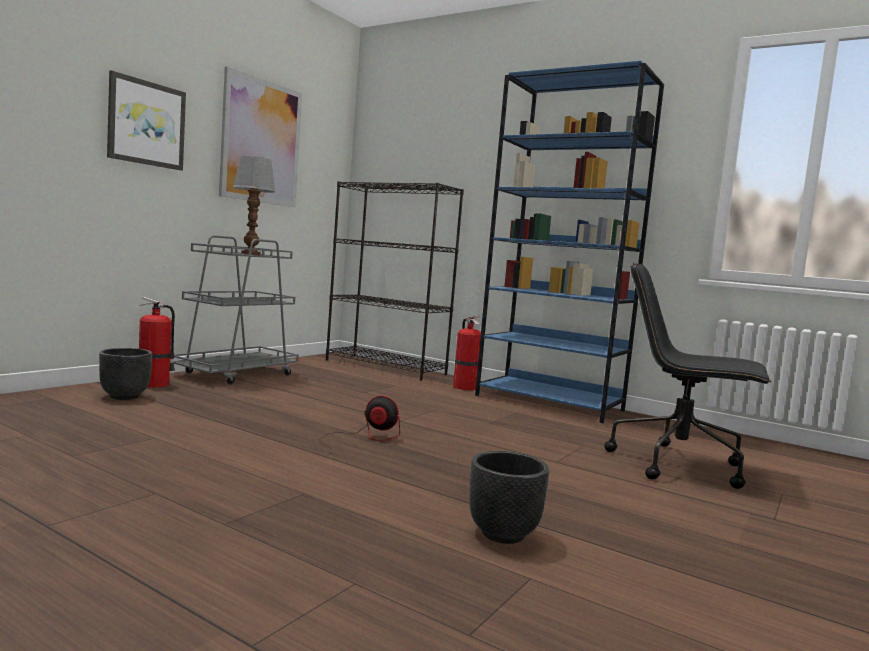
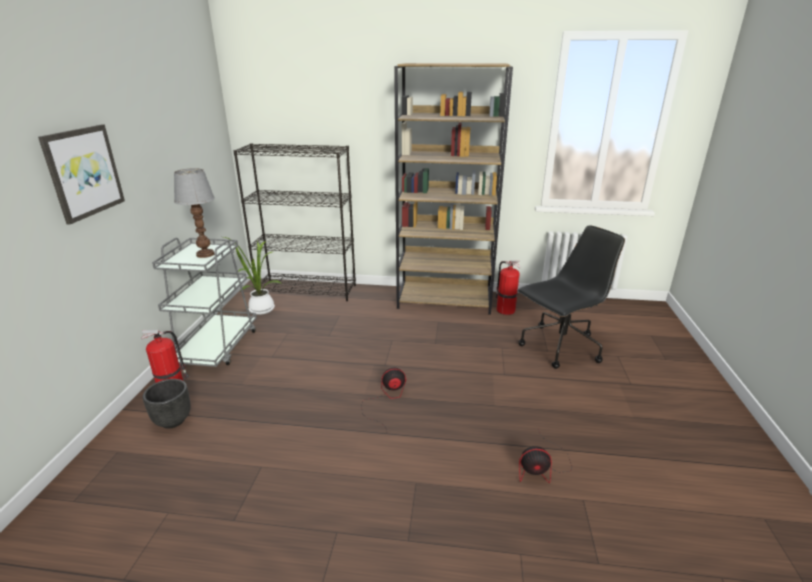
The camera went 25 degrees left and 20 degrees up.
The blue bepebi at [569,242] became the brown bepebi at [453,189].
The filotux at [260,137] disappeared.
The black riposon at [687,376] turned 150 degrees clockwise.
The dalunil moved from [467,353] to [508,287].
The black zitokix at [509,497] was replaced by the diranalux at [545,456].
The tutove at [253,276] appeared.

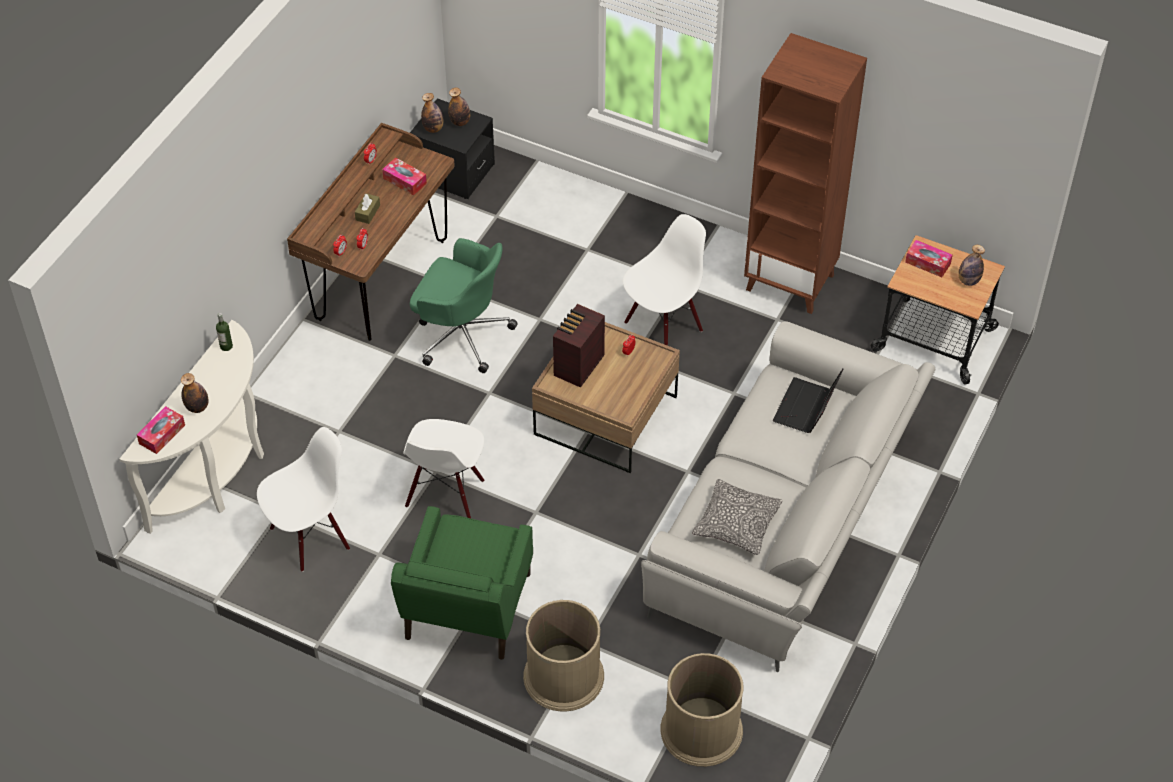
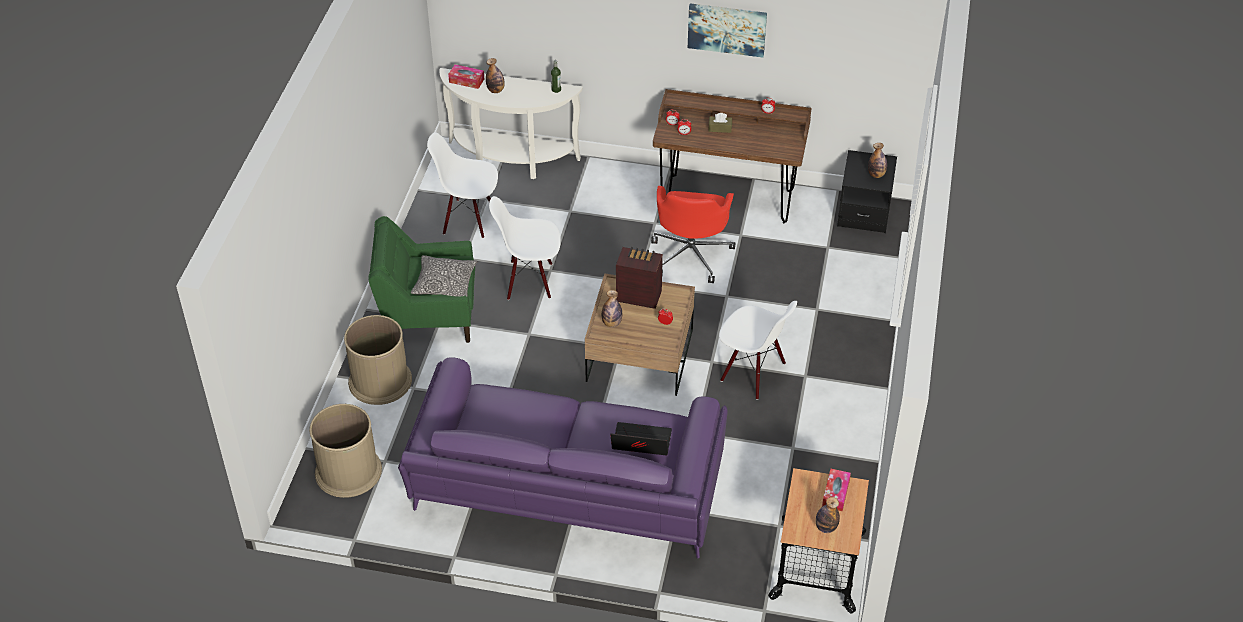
The camera went 75 degrees right and 5 degrees down.
The brown bepebi at [805,173] disappeared.
The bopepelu moved from [432,113] to [612,308].
The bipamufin at [404,176] disappeared.
The green riposon at [464,305] became the red riposon at [693,234].
The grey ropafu at [788,496] became the purple ropafu at [563,457].
The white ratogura at [303,499] turned 150 degrees clockwise.
The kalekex moved from [737,517] to [444,276].
The filotux at [727,30] appeared.

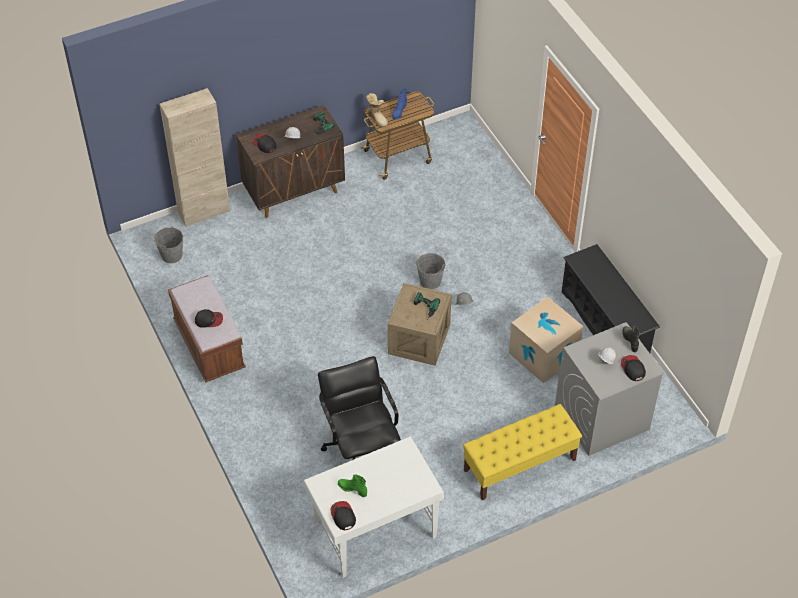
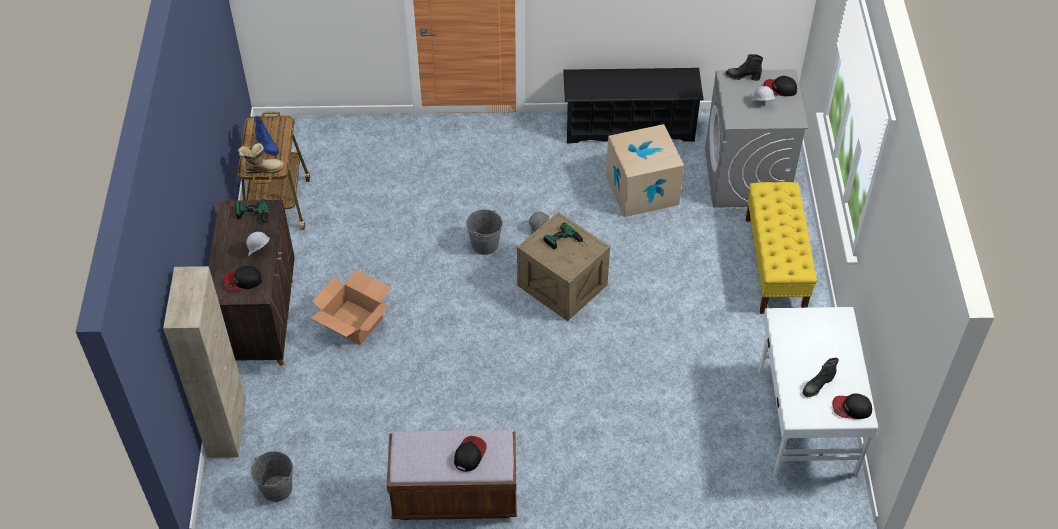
The camera went 65 degrees left and 0 degrees up.
The black riposon at [359,408] disappeared.
The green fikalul at [352,486] became the black fikalul at [821,377].
The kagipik at [350,307] appeared.

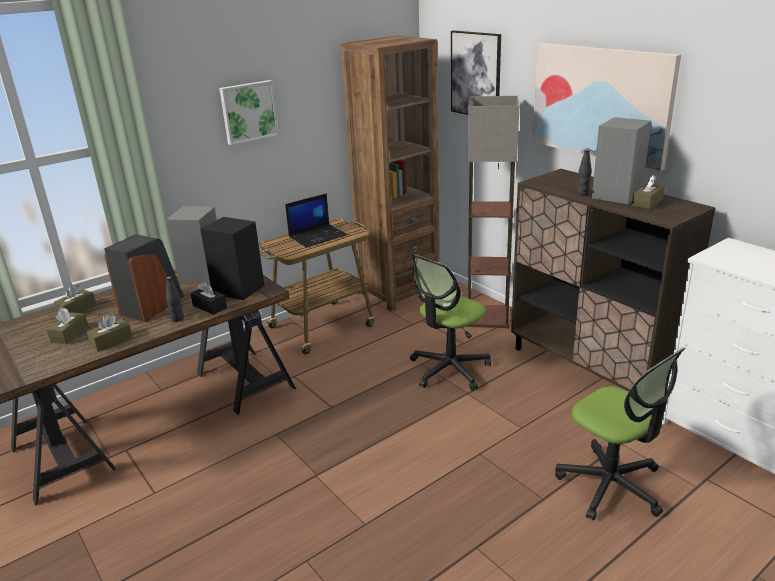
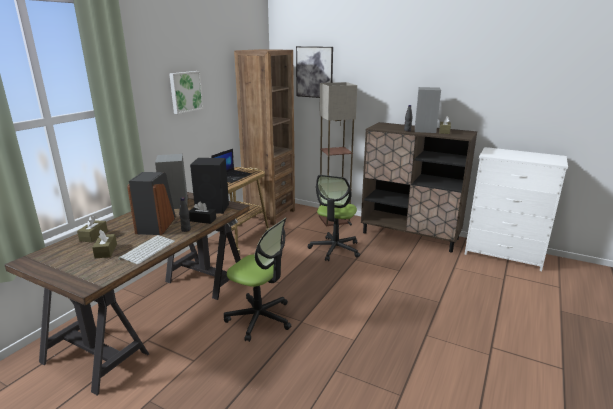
The camera went 25 degrees left and 5 degrees down.
The filotux at [606,107] disappeared.
The brown bipamufin at [110,333] was replaced by the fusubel at [146,250].
The riposon moved from [620,433] to [257,280].

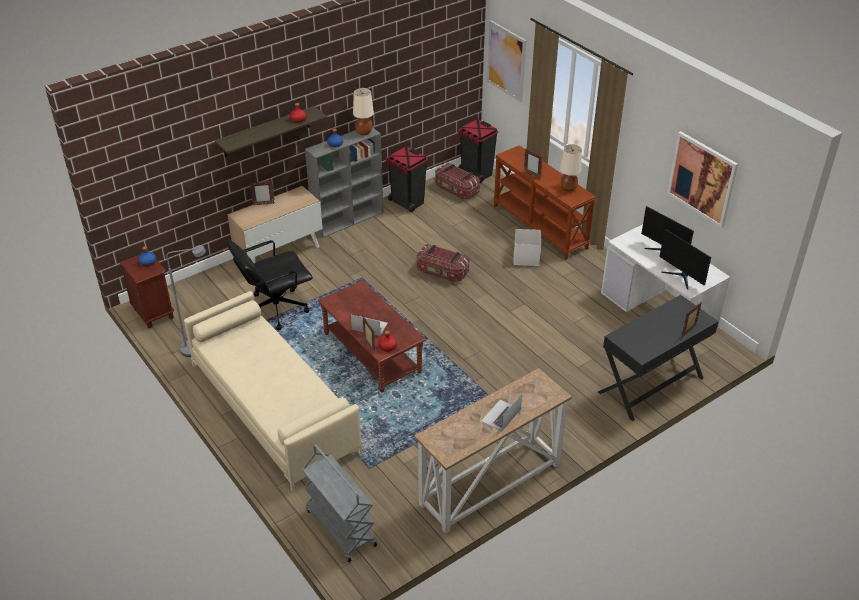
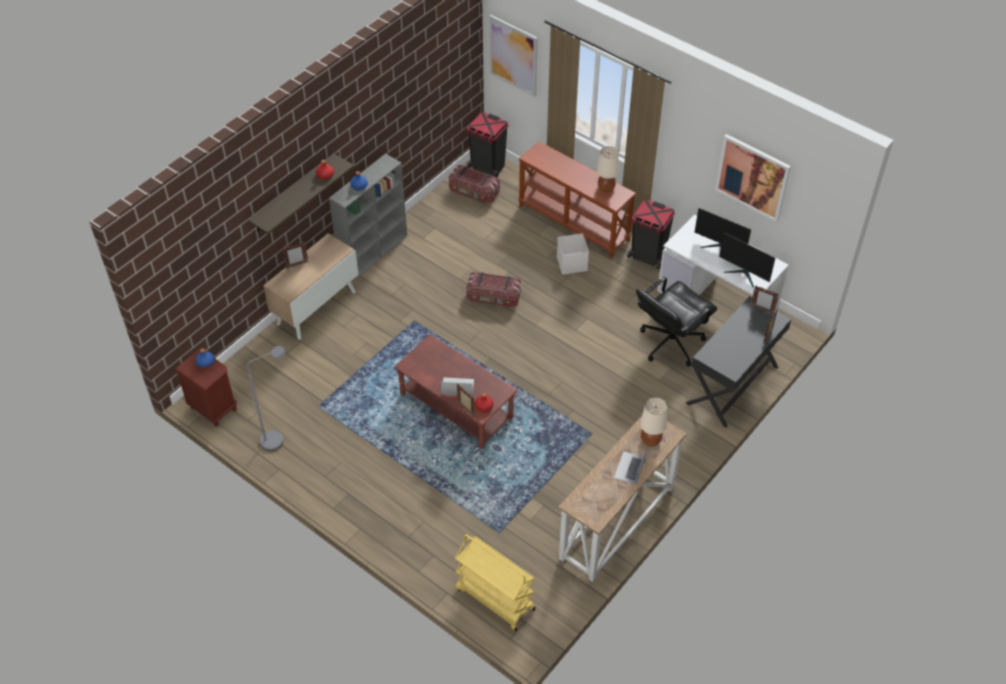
The camera went 15 degrees left and 10 degrees up.
The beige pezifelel moved from [363,111] to [653,421].
The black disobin moved from [407,179] to [651,234].
The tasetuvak moved from [533,164] to [765,300].
The black riposon moved from [269,284] to [676,322].
The beige ropafu at [273,391] disappeared.
The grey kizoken at [339,503] became the yellow kizoken at [495,582].

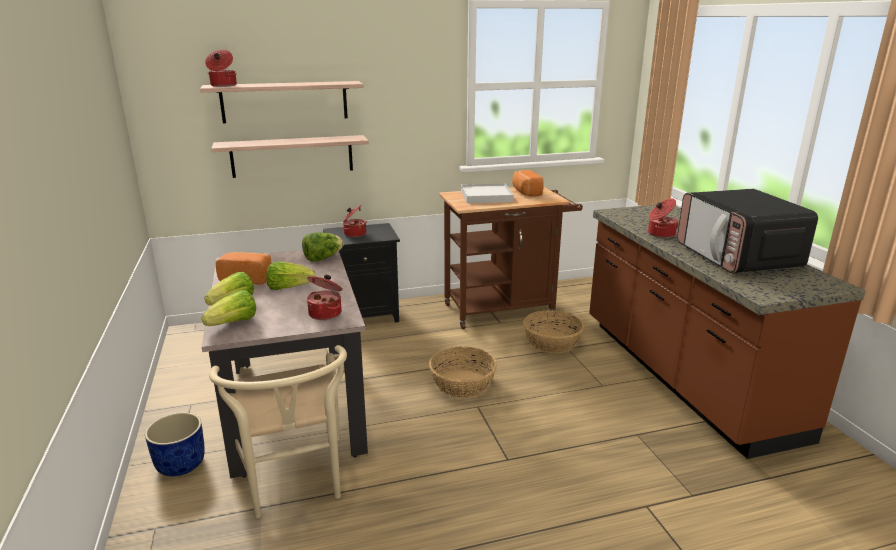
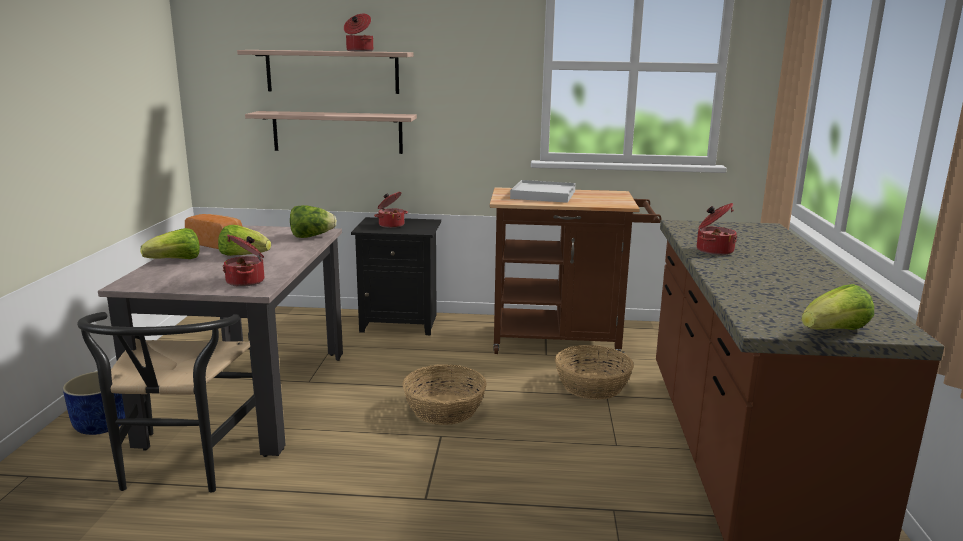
The camera went 20 degrees right and 5 degrees down.
The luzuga moved from [221,68] to [358,33].
The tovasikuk at [527,183] disappeared.
The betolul at [747,231] disappeared.
The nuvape moved from [229,308] to [837,307].
The beige ratogura at [278,431] became the black ratogura at [166,402].

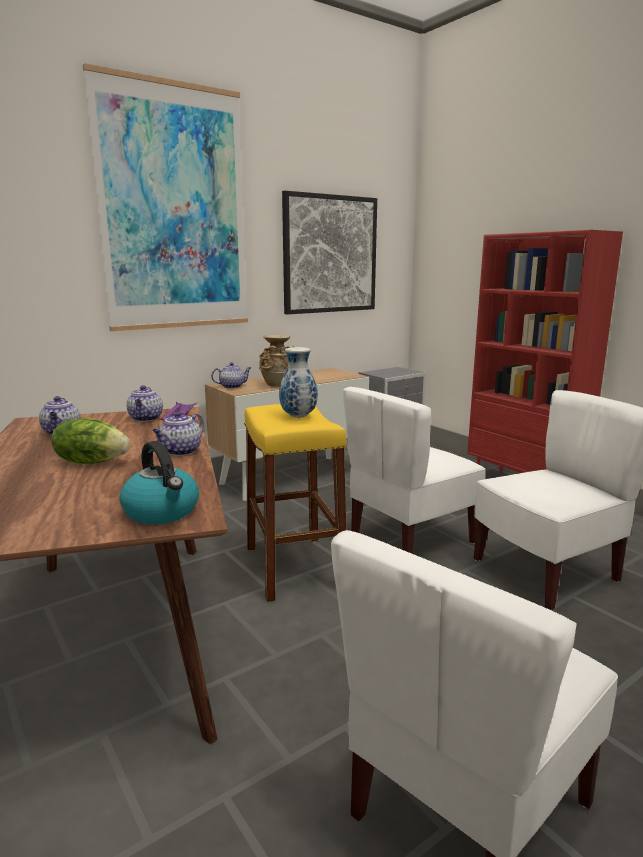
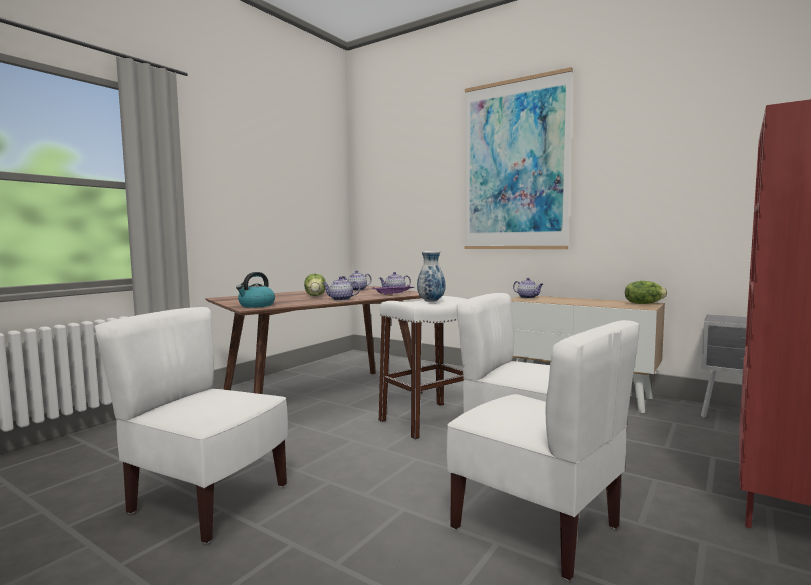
The camera went 70 degrees right and 10 degrees down.
The filotux at [329,252] disappeared.
The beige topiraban at [276,360] disappeared.
The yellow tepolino at [295,503] became the white tepolino at [422,368].
The nuvape at [646,292] appeared.

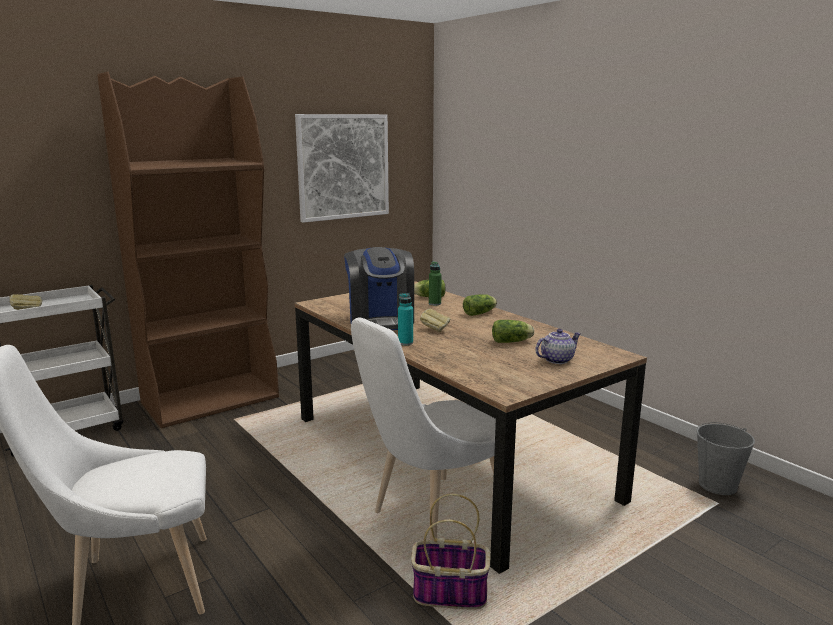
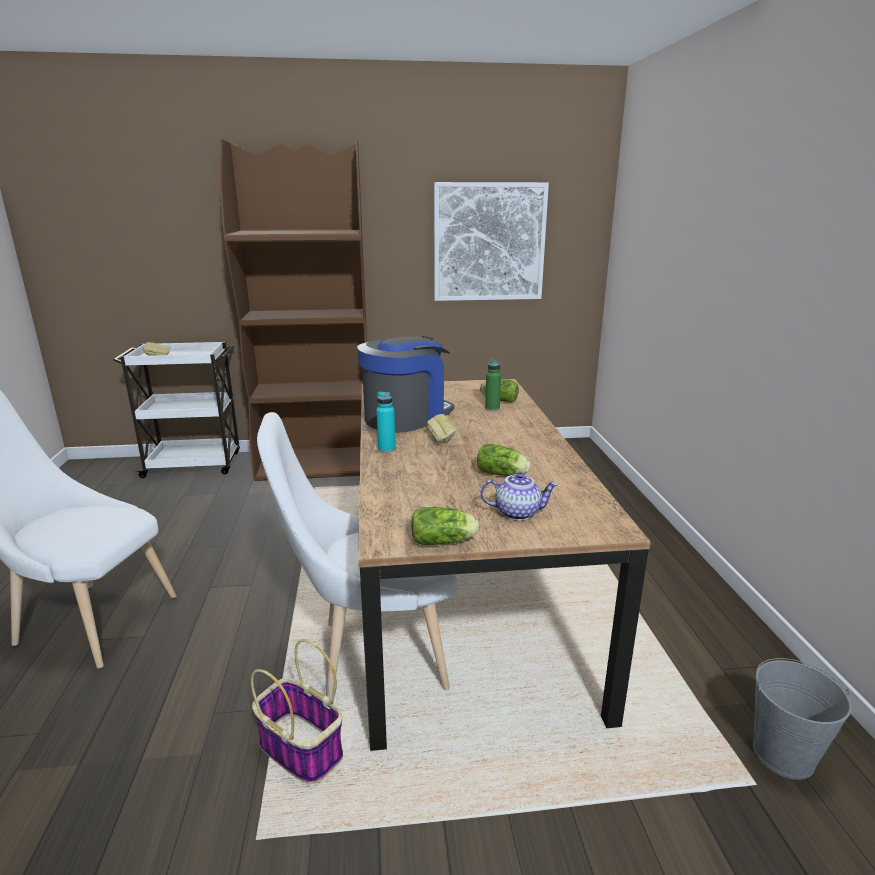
The camera went 30 degrees right and 5 degrees up.
The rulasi at [379,288] turned 150 degrees counterclockwise.
The nuvape moved from [480,305] to [445,526].

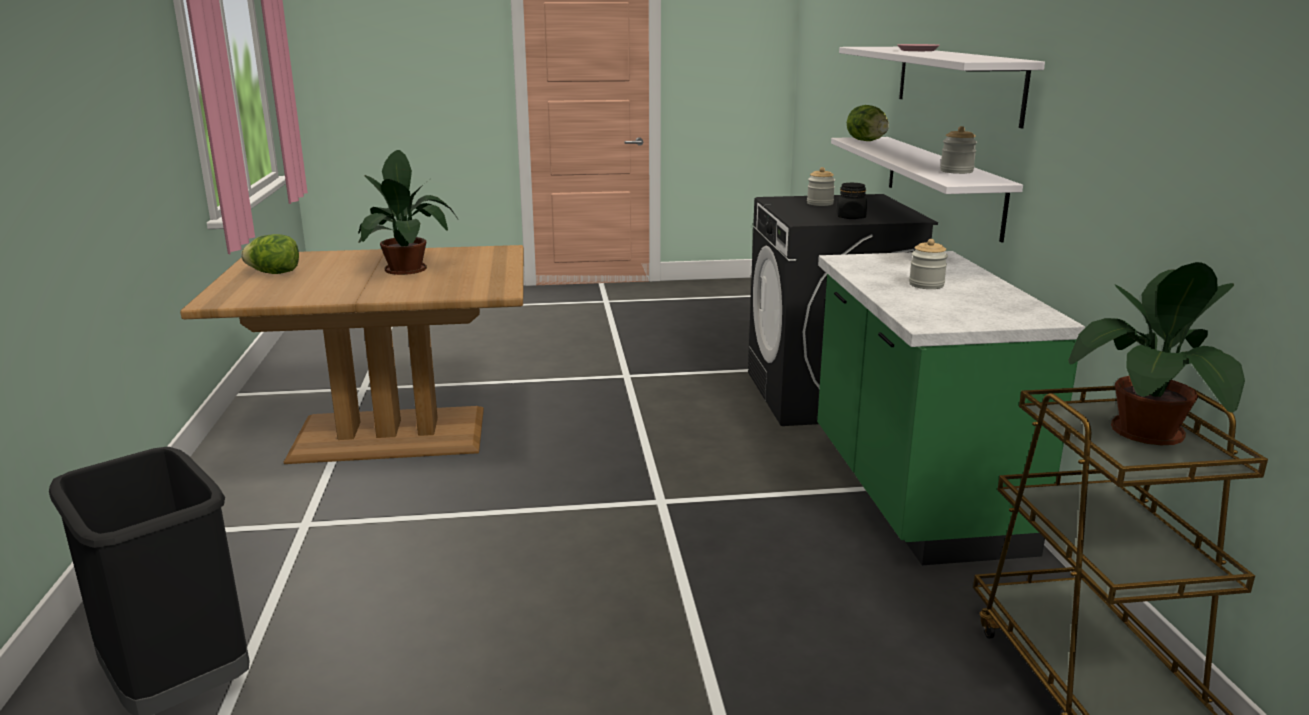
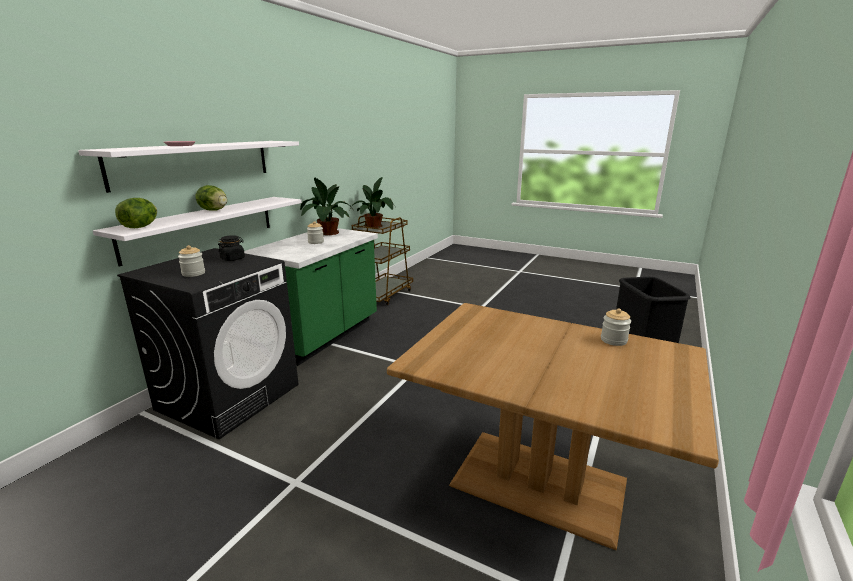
The camera went 145 degrees left and 0 degrees up.
The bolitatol moved from [958,150] to [616,327].
The tutove moved from [408,212] to [327,206].
The nuvape moved from [270,254] to [211,198].

